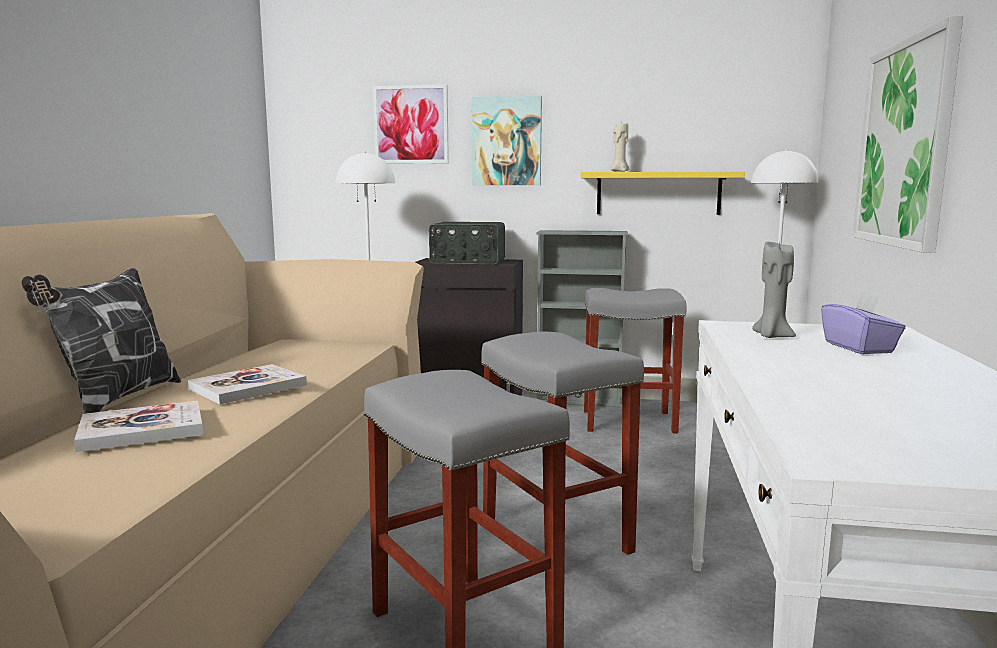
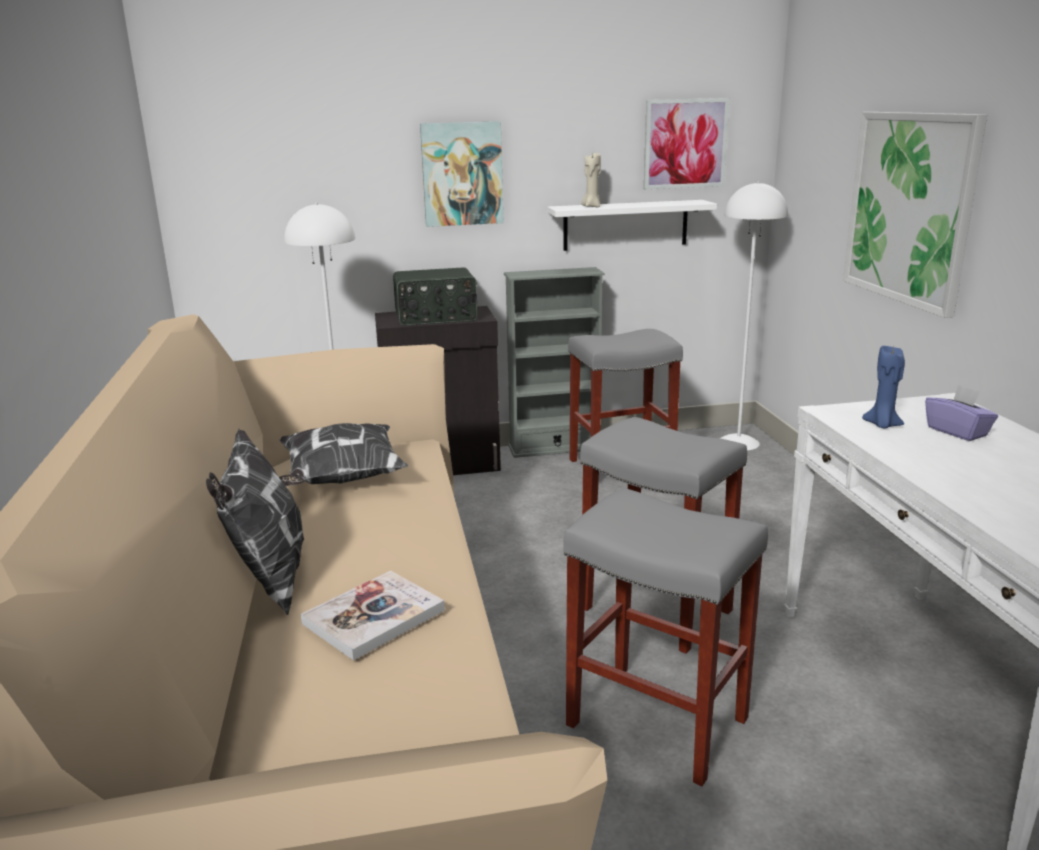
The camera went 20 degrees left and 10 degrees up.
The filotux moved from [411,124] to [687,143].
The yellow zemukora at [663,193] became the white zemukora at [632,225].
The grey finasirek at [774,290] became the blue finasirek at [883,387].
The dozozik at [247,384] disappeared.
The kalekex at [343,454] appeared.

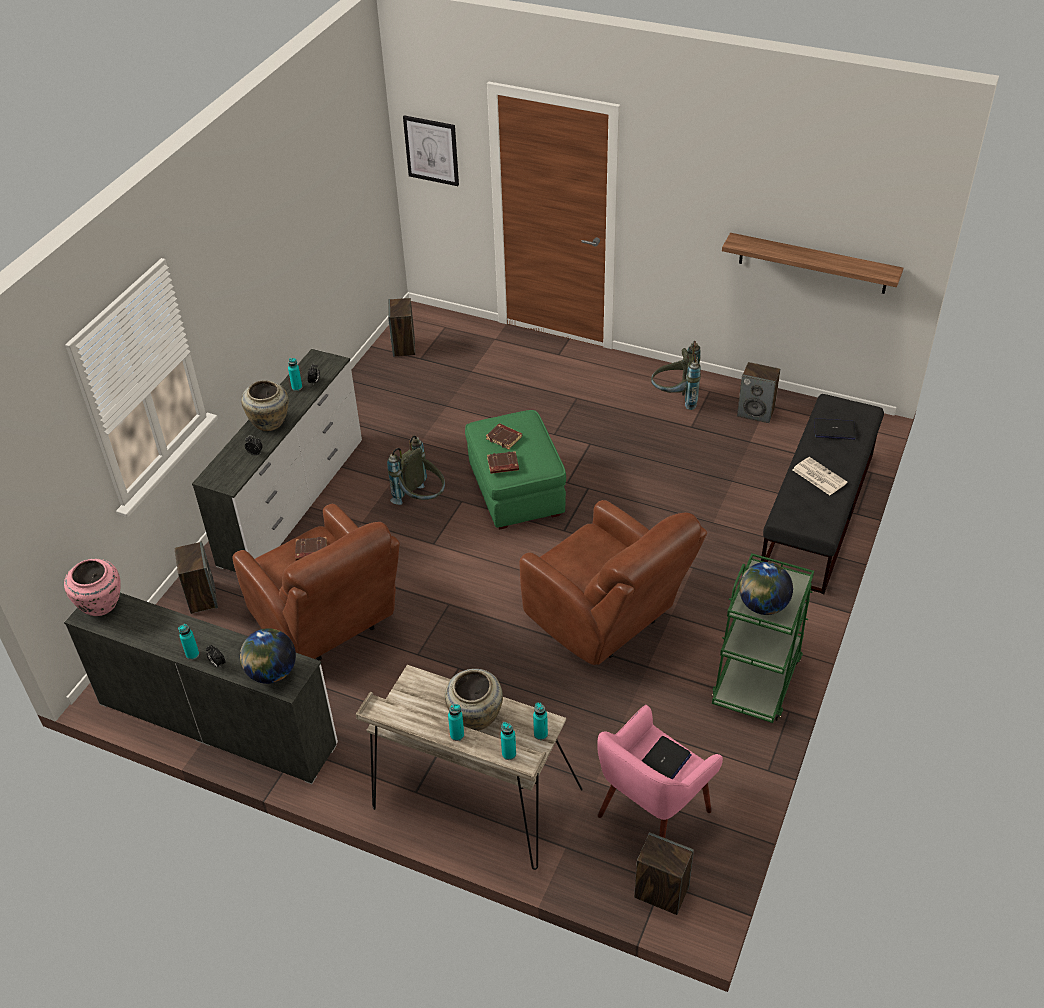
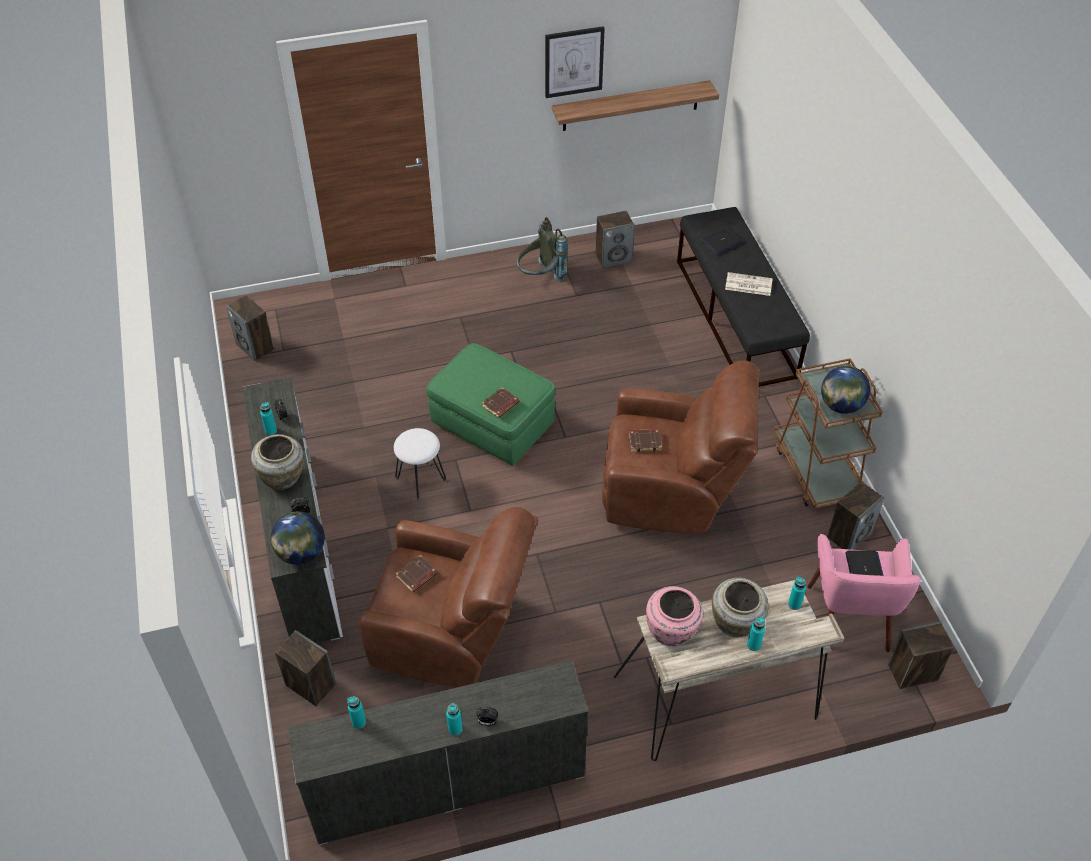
The camera went 40 degrees left and 5 degrees up.
The filotux moved from [431,150] to [575,62].
The brown dozozik moved from [504,436] to [645,440].
The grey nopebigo at [416,470] was replaced by the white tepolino at [420,463].
The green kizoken at [763,638] became the brown kizoken at [828,433].
The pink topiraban moved from [92,587] to [674,616].
The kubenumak moved from [268,656] to [298,538].
The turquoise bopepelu moved from [508,741] to [356,712].
The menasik at [856,516] appeared.

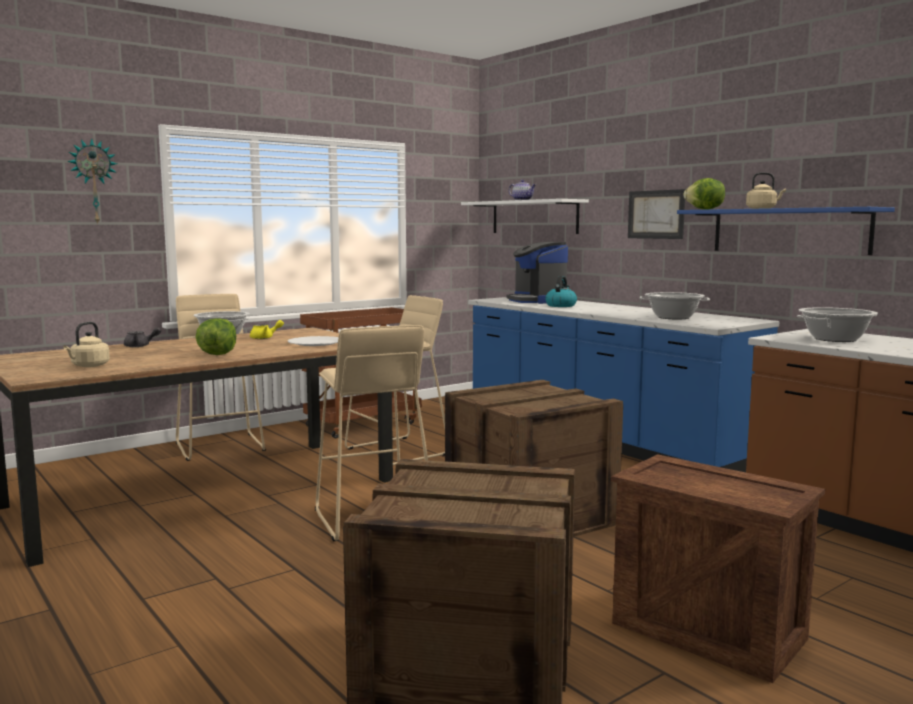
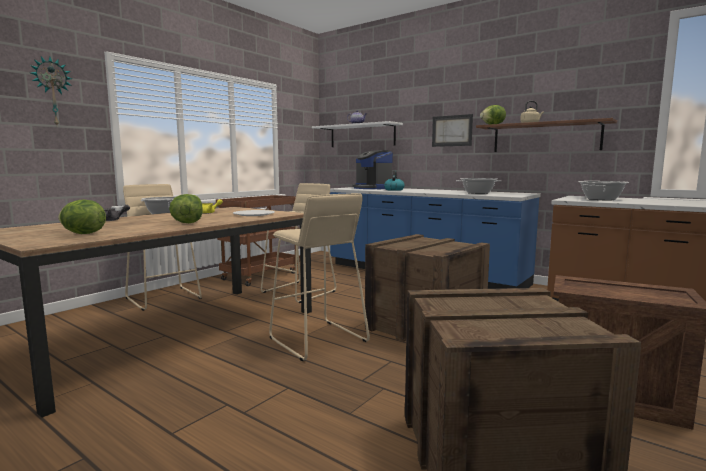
The camera went 15 degrees left and 0 degrees up.
The blue zemukora at [786,231] became the brown zemukora at [546,135].
The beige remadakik at [86,344] was replaced by the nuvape at [82,216].

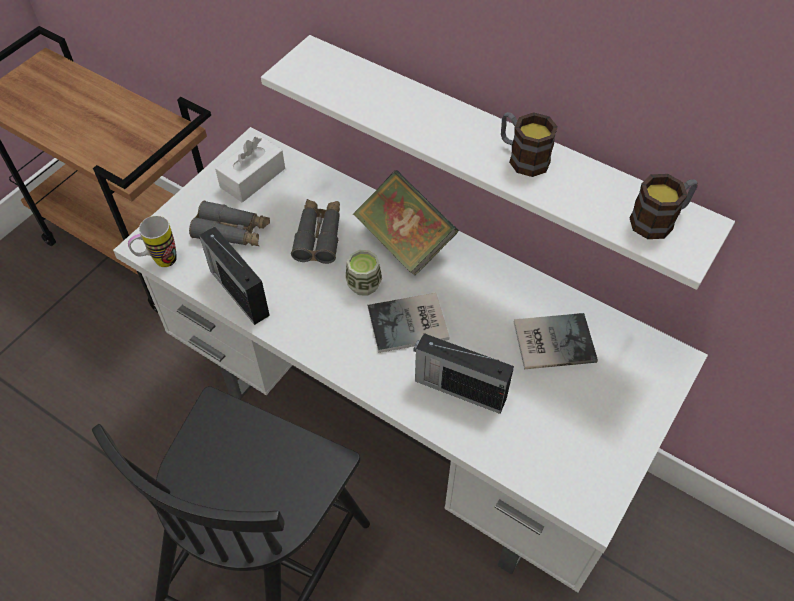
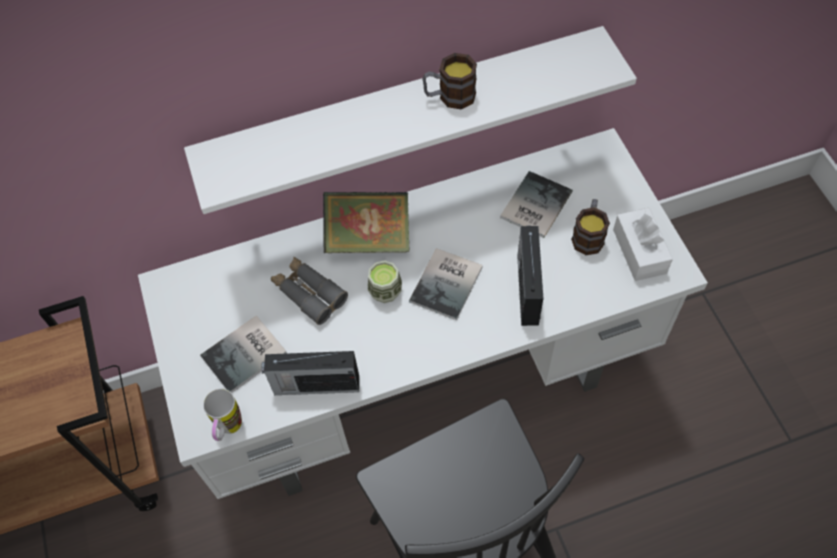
The camera went 50 degrees left and 5 degrees up.
The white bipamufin moved from [250,168] to [643,244].
The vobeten moved from [663,206] to [590,227].
The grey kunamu at [229,223] was replaced by the dozozik at [243,354].
The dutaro at [463,373] turned 120 degrees clockwise.

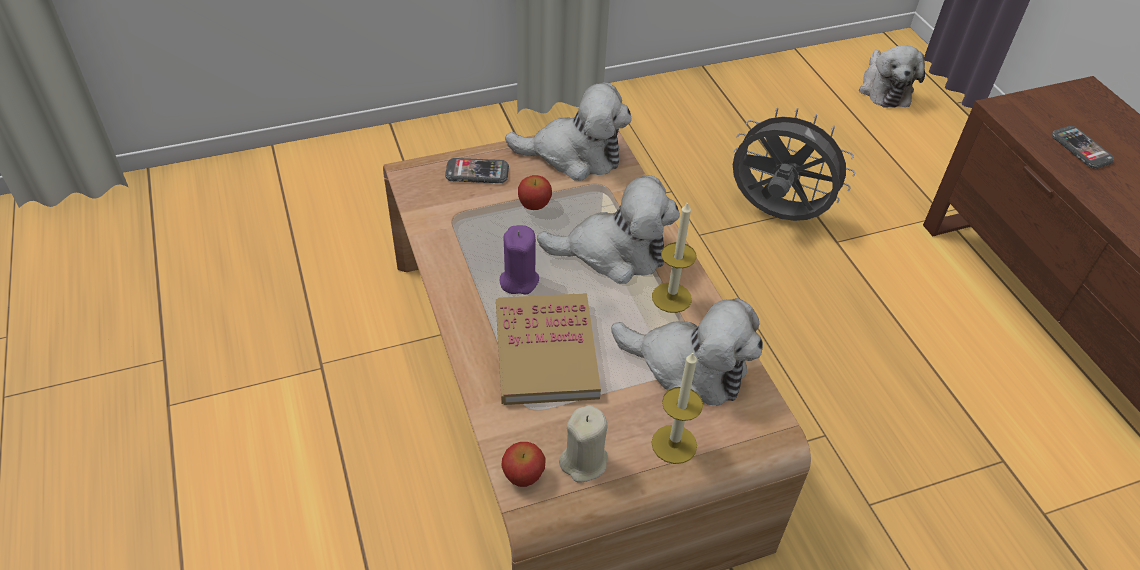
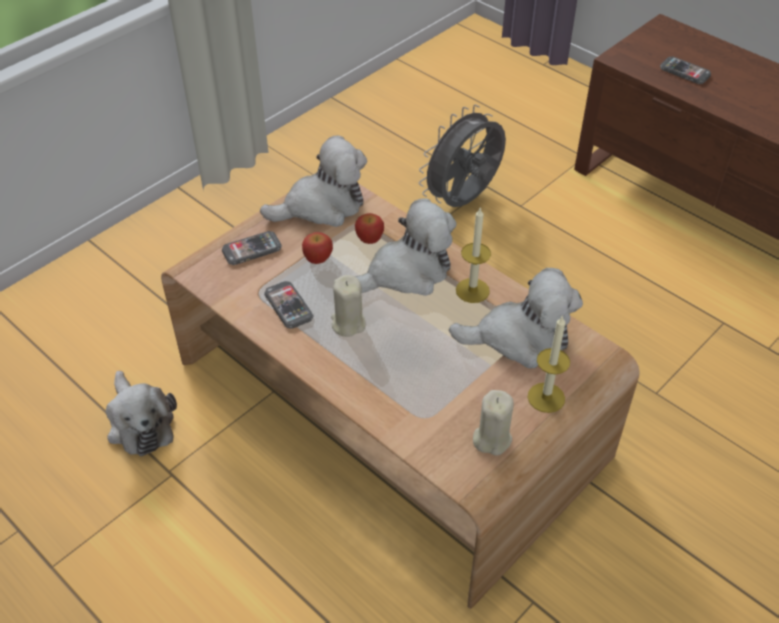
The camera went 25 degrees left and 0 degrees up.
The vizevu moved from [892,76] to [141,413].
The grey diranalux at [794,164] turned 45 degrees counterclockwise.
The purple finasirek at [519,260] became the beige finasirek at [348,306].
The dozozik at [548,349] disappeared.
The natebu moved from [523,464] to [369,228].
The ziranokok at [289,305] appeared.

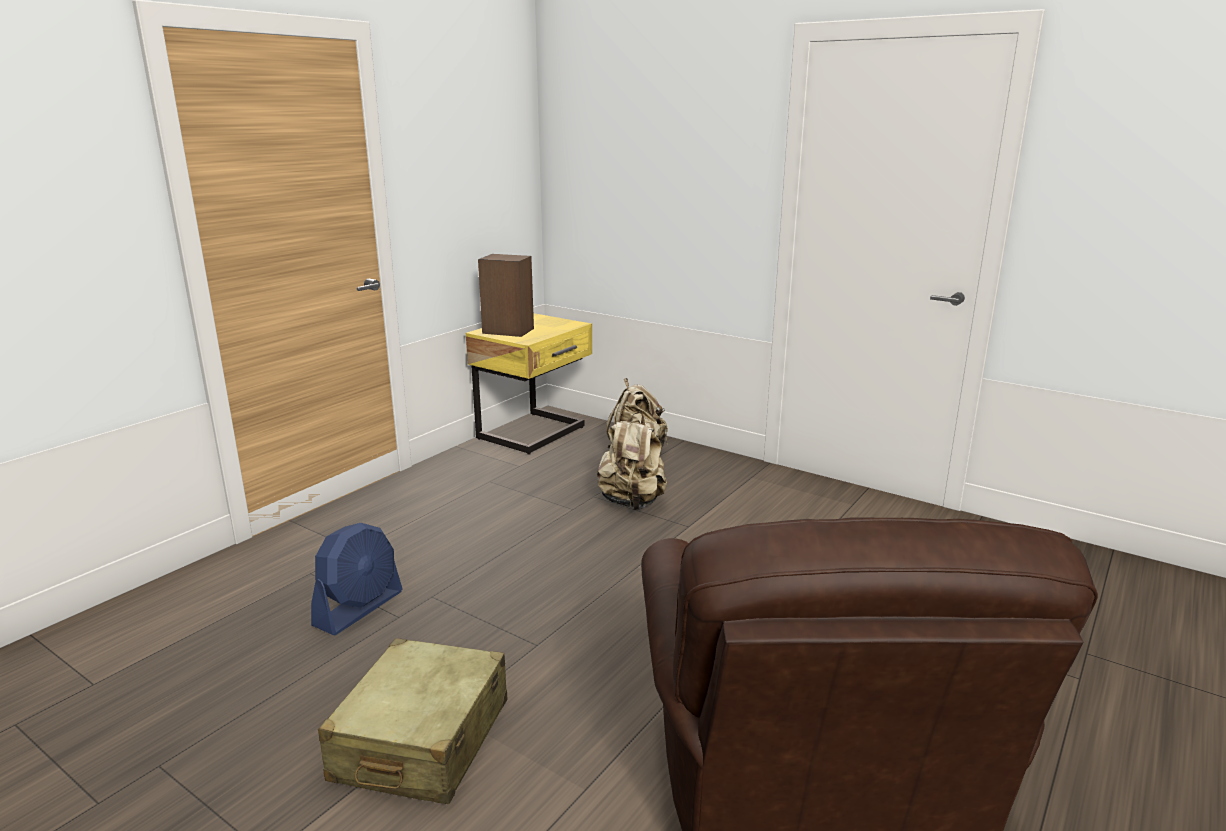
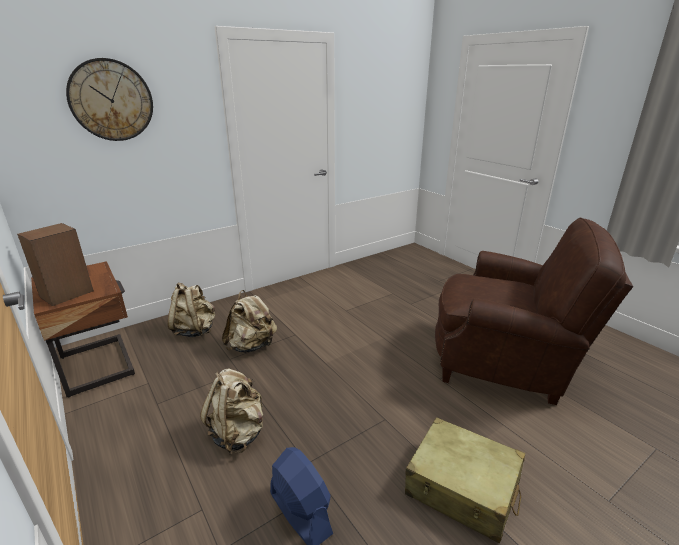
The camera went 70 degrees left and 5 degrees up.
The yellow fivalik at [529,384] became the brown fivalik at [83,329].
The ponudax at [109,99] appeared.
The beige nopebigo at [231,411] appeared.

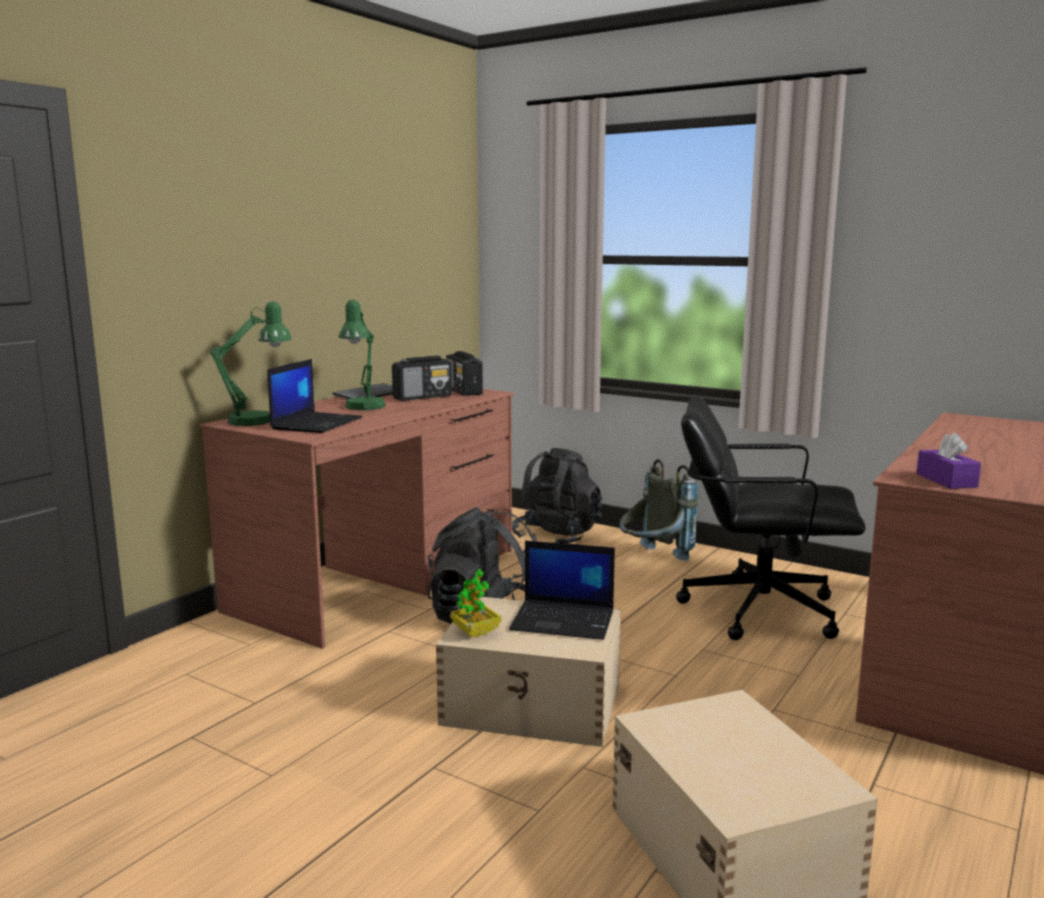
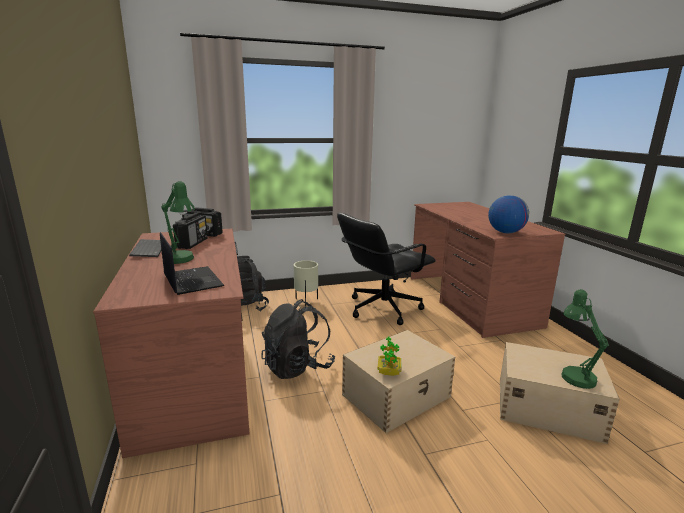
The camera went 50 degrees left and 5 degrees up.
The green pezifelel moved from [251,363] to [585,339].
The purple bipamufin at [948,461] was replaced by the kubenumak at [508,214].
The grey nopebigo at [659,510] was replaced by the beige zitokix at [306,283].
The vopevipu at [562,590] disappeared.

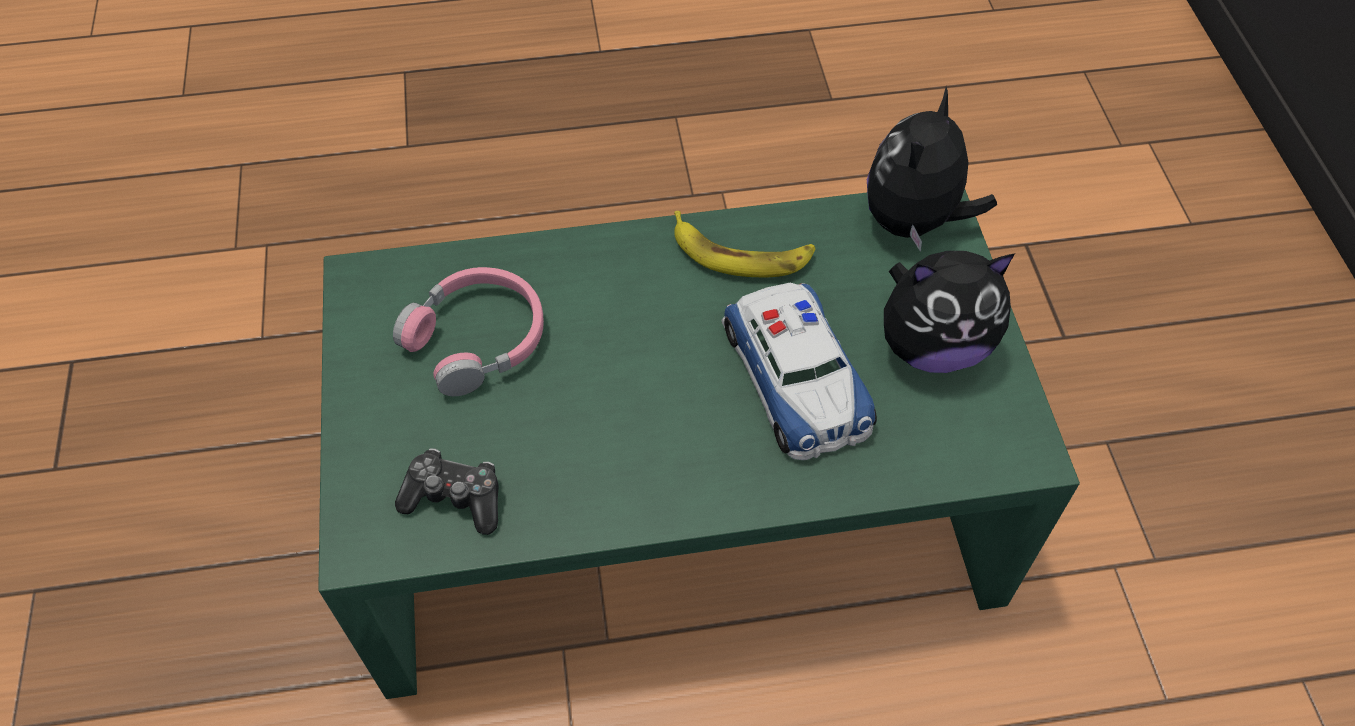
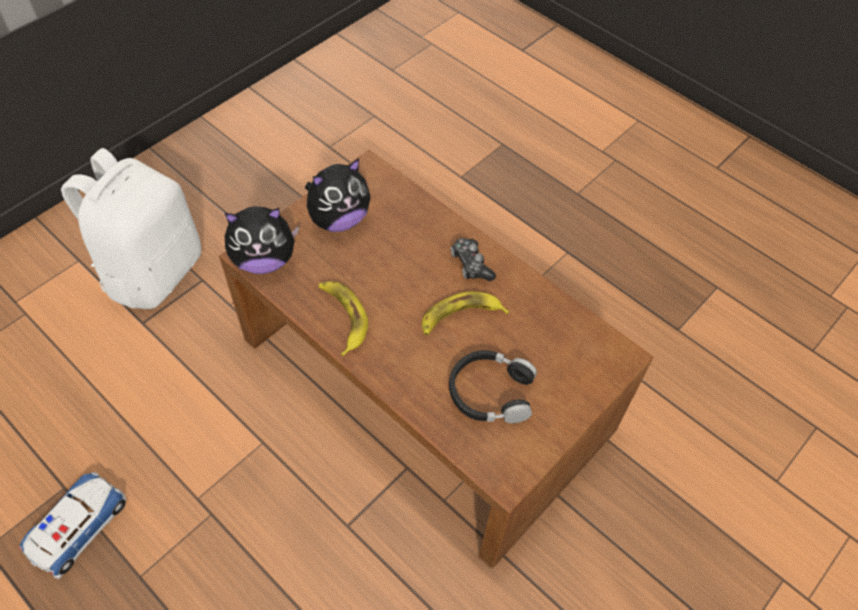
The camera went 130 degrees left and 0 degrees up.
The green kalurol at [699,444] became the brown kalurol at [436,359].
The vizevu at [949,312] turned 105 degrees clockwise.
The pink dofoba at [468,331] became the black dofoba at [493,386].
The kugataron moved from [799,371] to [72,525].
The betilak moved from [446,492] to [473,259].
The white nopebigo at [131,228] appeared.
The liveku at [465,313] appeared.

